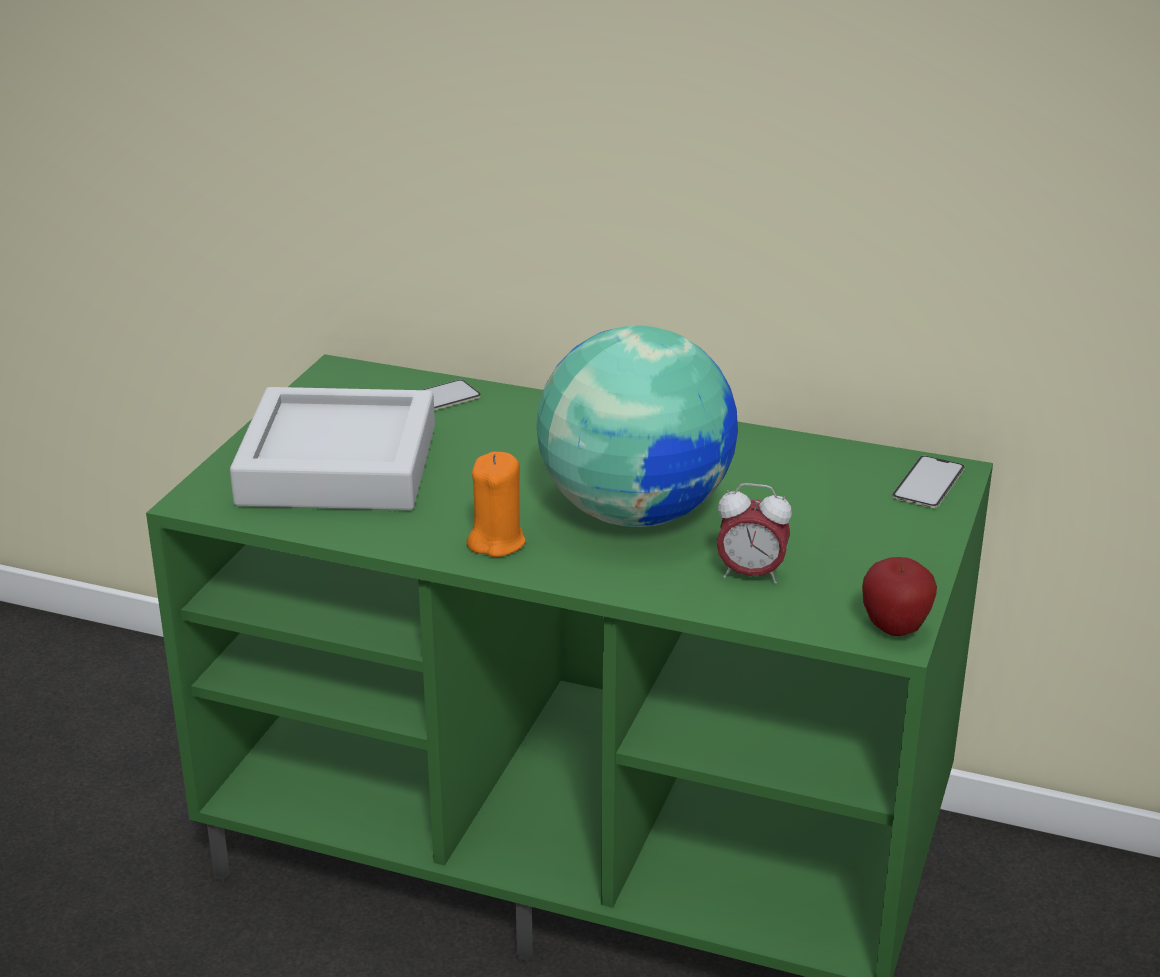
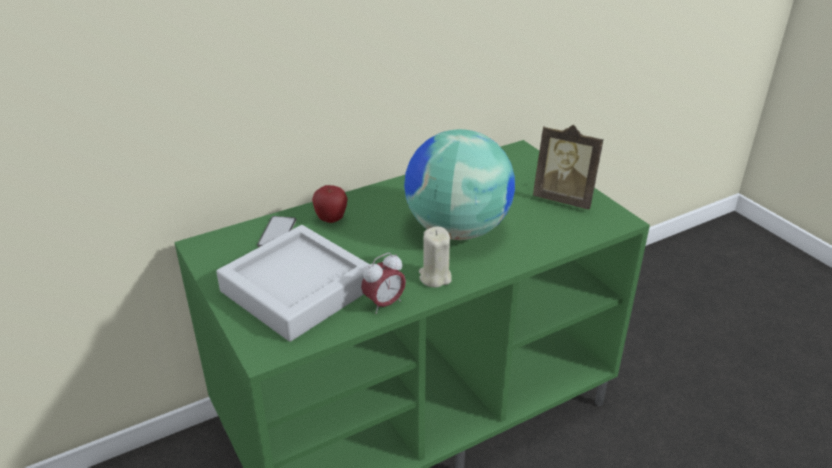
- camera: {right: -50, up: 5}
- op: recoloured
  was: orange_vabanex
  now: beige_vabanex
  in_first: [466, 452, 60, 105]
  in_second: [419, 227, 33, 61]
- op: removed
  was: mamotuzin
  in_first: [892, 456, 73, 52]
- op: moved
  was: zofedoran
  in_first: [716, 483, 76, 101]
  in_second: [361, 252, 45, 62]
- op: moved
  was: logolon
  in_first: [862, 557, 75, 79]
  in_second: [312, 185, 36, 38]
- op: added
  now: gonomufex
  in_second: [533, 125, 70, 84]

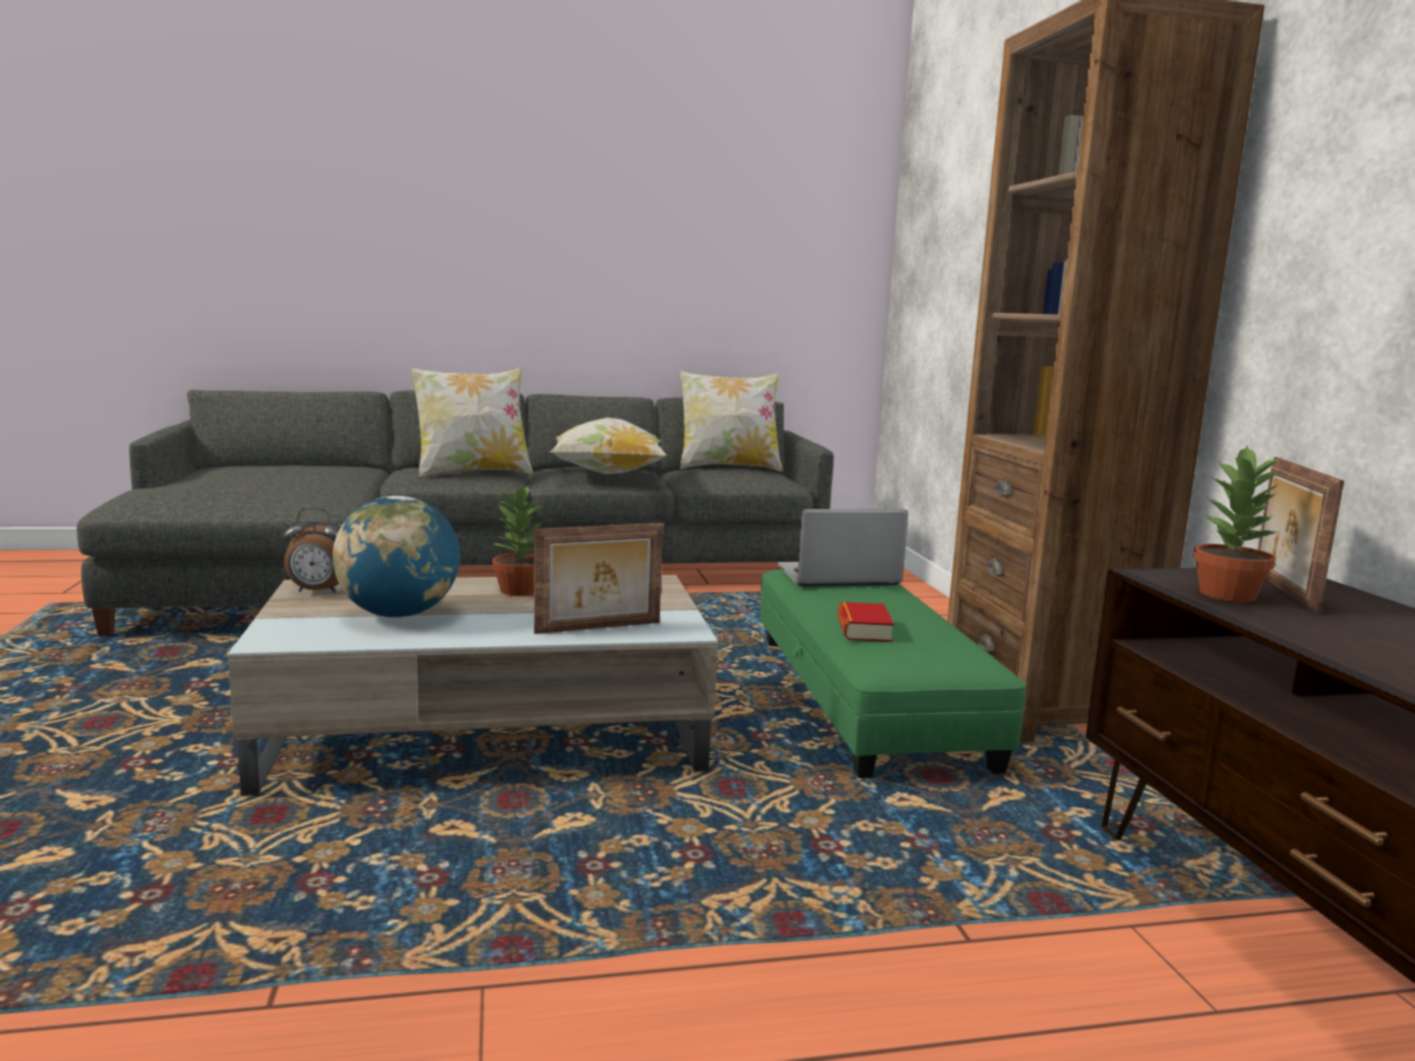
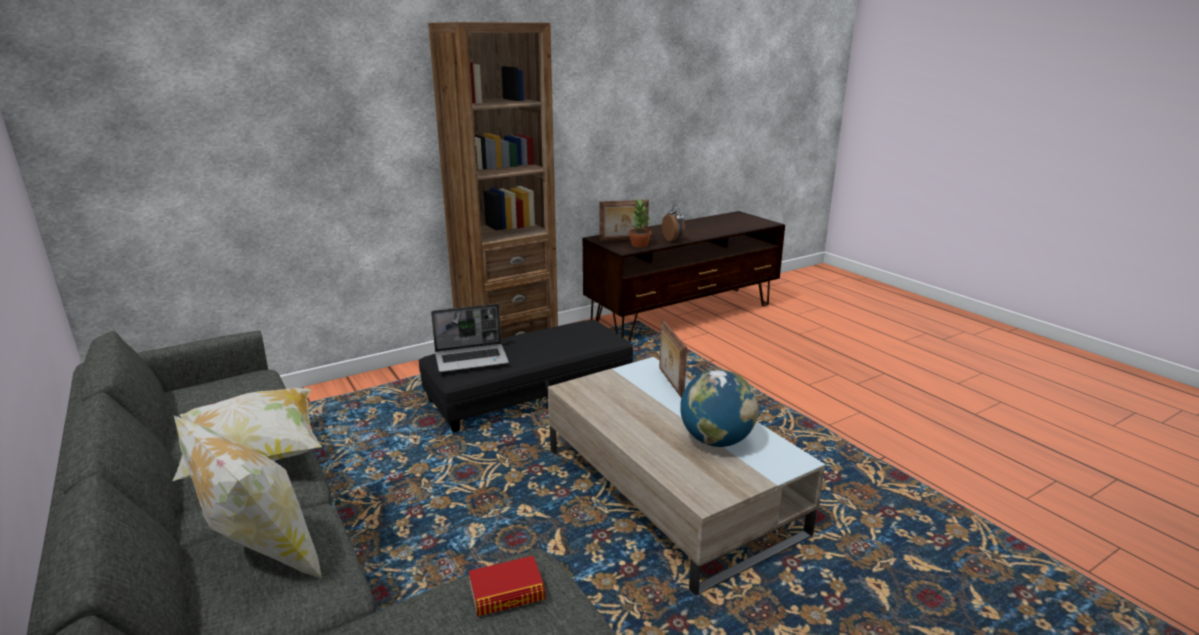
- camera: {right: -110, up: 10}
- op: removed
  was: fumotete
  in_first: [679, 371, 103, 100]
- op: removed
  was: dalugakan
  in_first: [491, 485, 53, 111]
- op: moved
  was: zofedoran
  in_first: [283, 507, 58, 86]
  in_second: [662, 205, 23, 36]
- op: turned
  was: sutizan
  in_first: [778, 509, 130, 78]
  in_second: [431, 304, 78, 68]
  clockwise: -75
- op: turned
  was: gonomufex
  in_first: [534, 523, 129, 111]
  in_second: [659, 319, 28, 79]
  clockwise: -150
- op: recoloured
  was: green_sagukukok
  now: black_sagukukok
  in_first: [760, 569, 266, 209]
  in_second: [419, 320, 214, 113]
- op: moved
  was: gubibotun
  in_first: [838, 602, 56, 40]
  in_second: [469, 556, 76, 61]

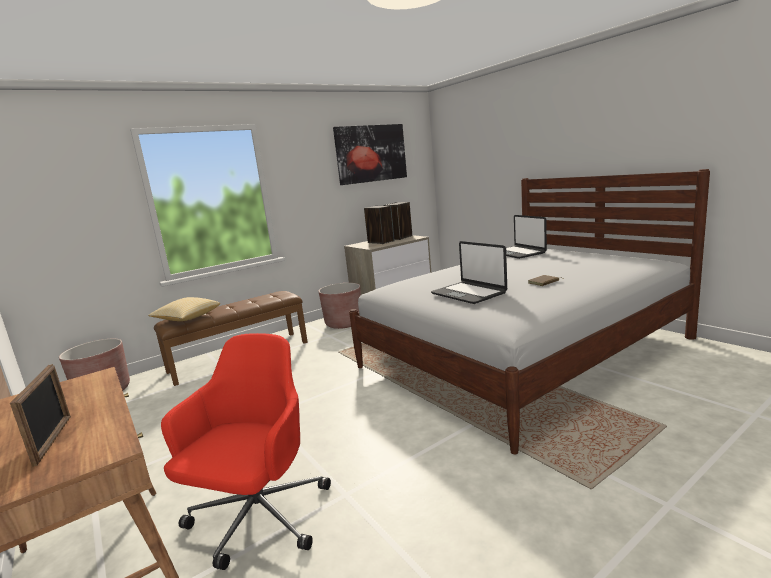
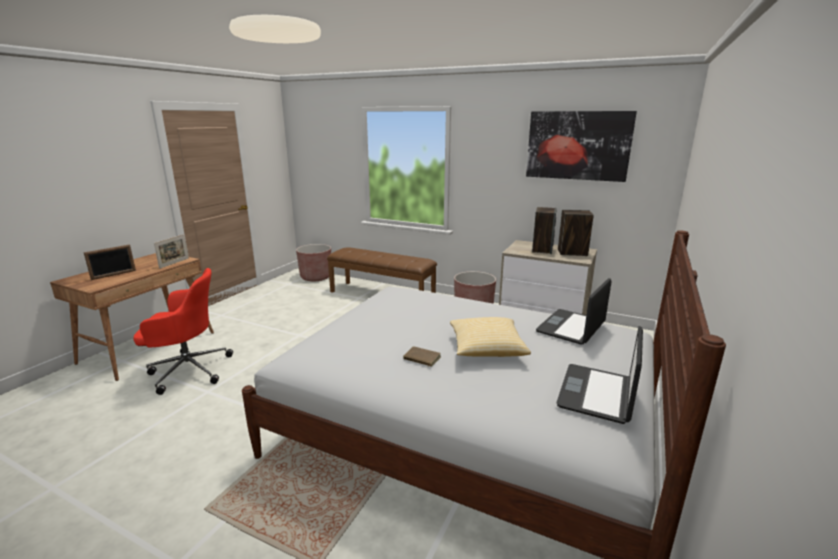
- camera: {right: 60, up: 5}
- op: moved
  was: sutizan
  in_first: [431, 241, 76, 63]
  in_second: [556, 326, 87, 98]
- op: moved
  was: fumotete
  in_first: [148, 297, 72, 24]
  in_second: [450, 317, 81, 40]
- op: added
  now: gonomufex
  in_second: [154, 234, 35, 35]

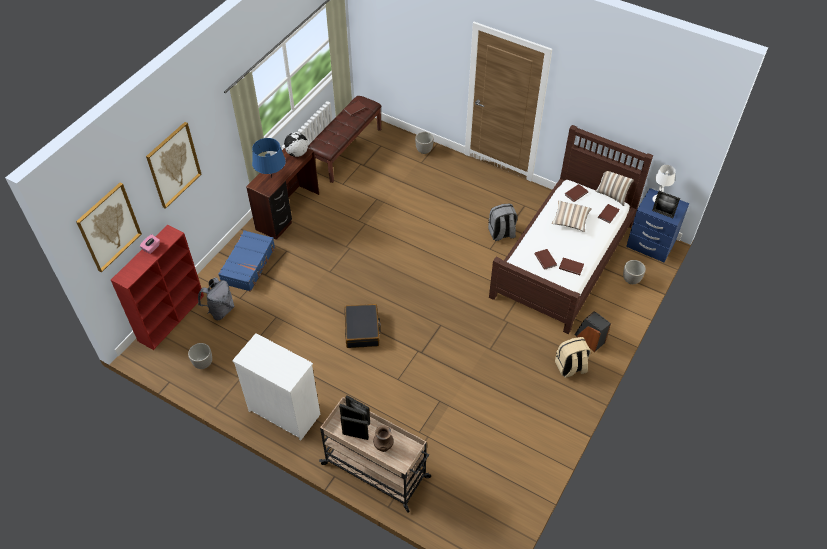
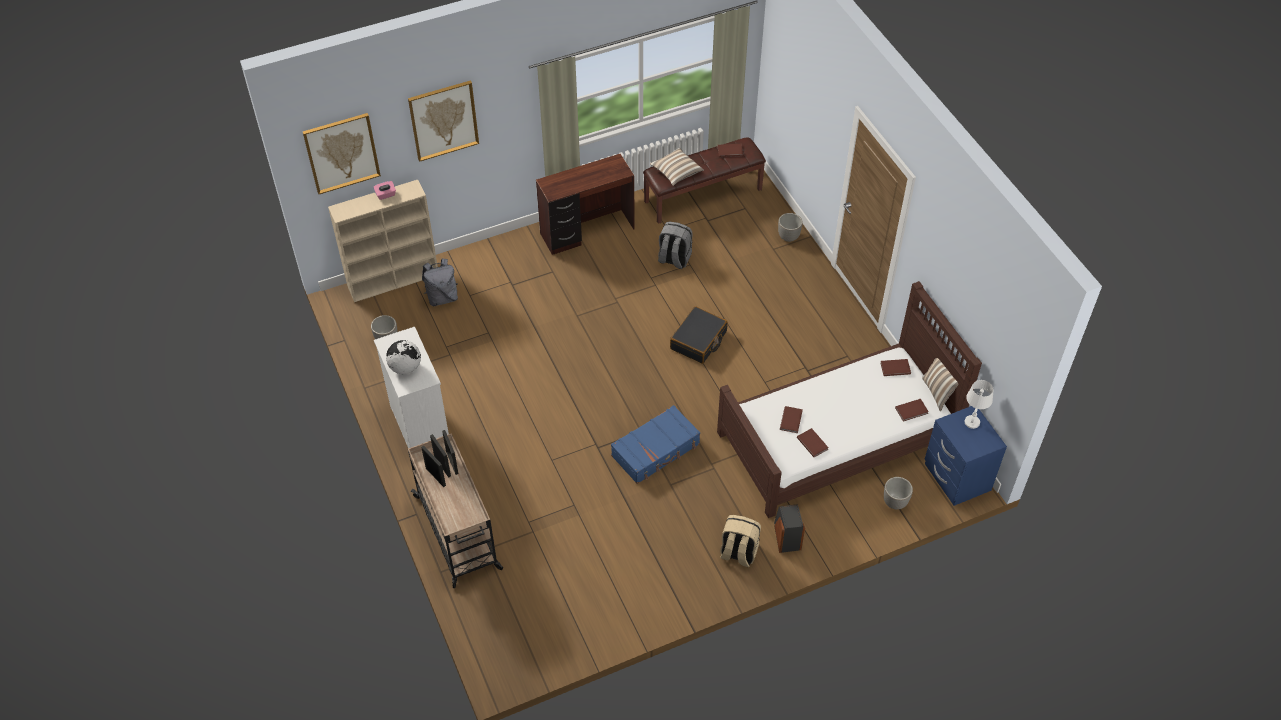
- camera: {right: 35, up: 0}
- op: moved
  was: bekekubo
  in_first: [284, 132, 24, 25]
  in_second: [386, 340, 35, 34]
- op: removed
  was: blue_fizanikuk
  in_first: [252, 138, 34, 40]
- op: removed
  was: gonomufex
  in_first: [652, 191, 28, 27]
- op: moved
  was: fumotete
  in_first: [552, 201, 40, 31]
  in_second: [650, 148, 54, 38]
- op: moved
  was: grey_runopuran
  in_first: [488, 203, 30, 38]
  in_second: [658, 222, 35, 47]
- op: recoloured
  was: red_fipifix
  now: beige_fipifix
  in_first: [111, 225, 93, 125]
  in_second: [328, 180, 110, 122]
- op: moved
  was: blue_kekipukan
  in_first: [218, 230, 57, 62]
  in_second: [611, 405, 89, 79]
- op: moved
  was: black_kekipukan
  in_first: [344, 304, 37, 44]
  in_second: [670, 306, 58, 58]
- op: removed
  was: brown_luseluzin
  in_first: [373, 425, 21, 27]

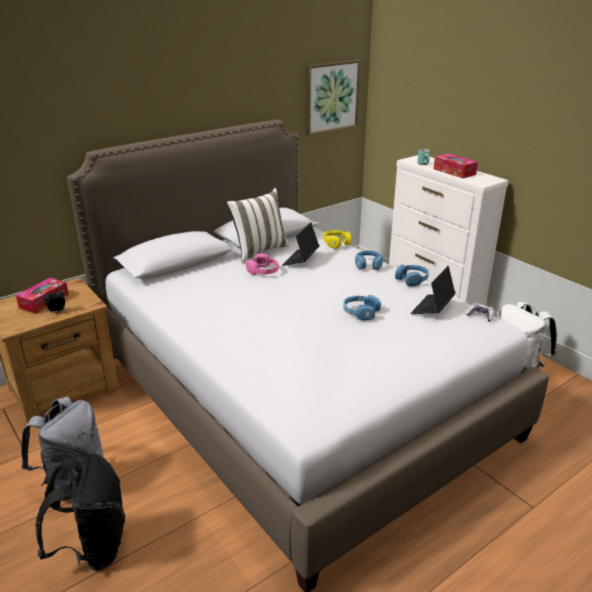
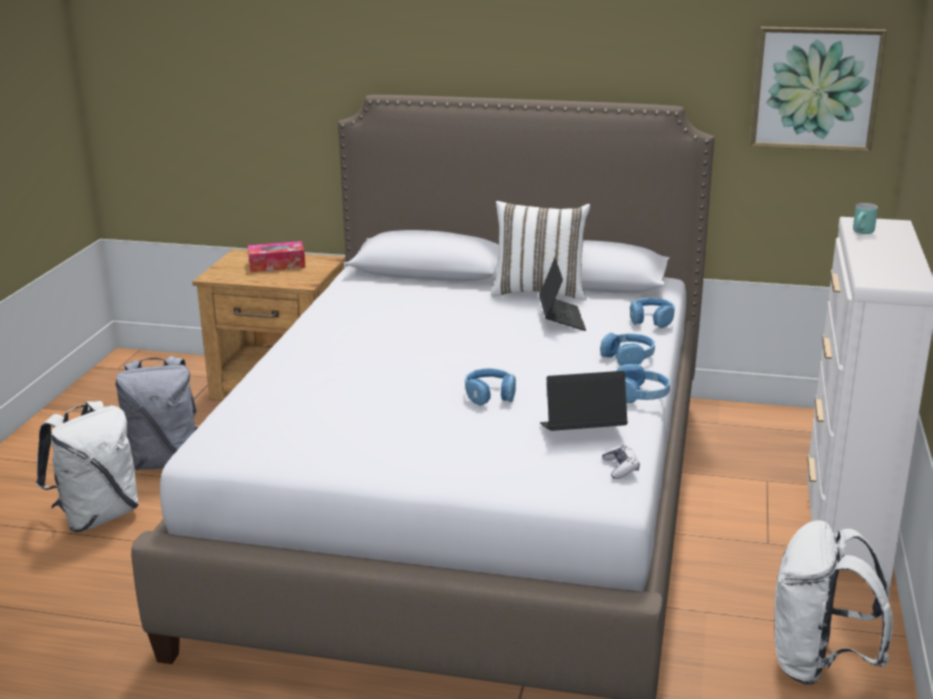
- camera: {right: 50, up: -5}
- op: removed
  was: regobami
  in_first: [434, 154, 44, 24]
- op: turned
  was: sutizan
  in_first: [282, 222, 37, 44]
  in_second: [539, 258, 47, 73]
  clockwise: 105
- op: recoloured
  was: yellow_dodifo
  now: blue_dodifo
  in_first: [323, 230, 28, 19]
  in_second: [630, 298, 45, 30]
- op: removed
  was: pink_dodifo
  in_first: [246, 254, 33, 21]
- op: removed
  was: zofedoran
  in_first: [44, 289, 21, 24]
- op: recoloured
  was: black_runopuran
  now: white_runopuran
  in_first: [36, 454, 89, 117]
  in_second: [36, 401, 103, 131]

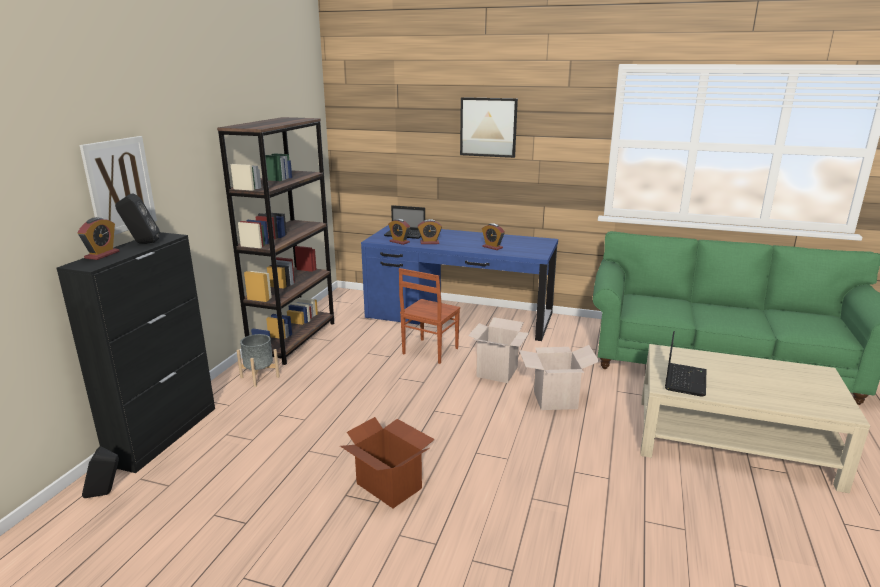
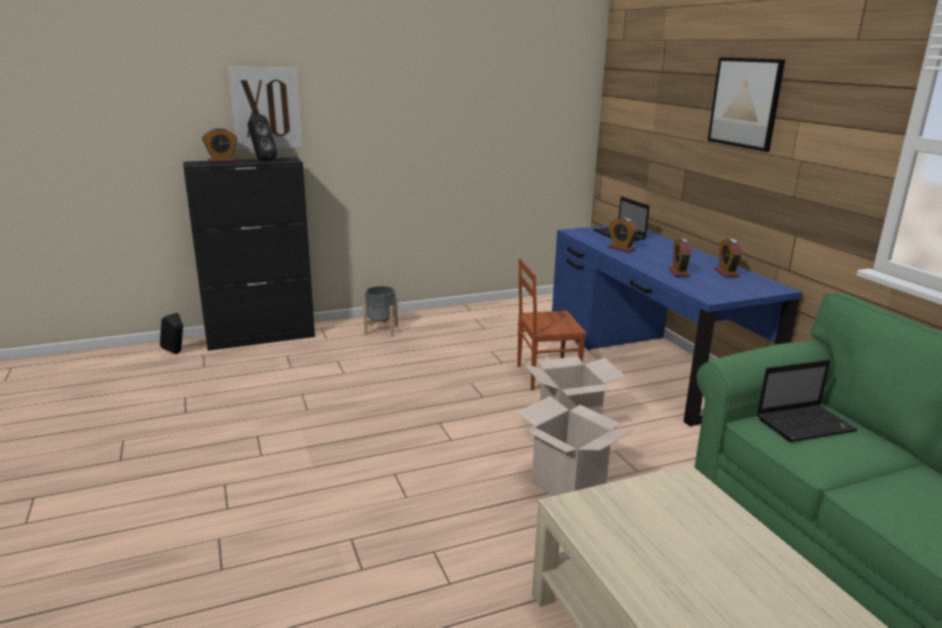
- camera: {right: 50, up: 0}
- op: removed
  was: brown_fipifix
  in_first: [217, 117, 117, 248]
- op: moved
  was: zofedoran
  in_first: [388, 219, 22, 26]
  in_second: [714, 239, 28, 38]
- op: moved
  was: sutizan
  in_first: [665, 331, 41, 66]
  in_second: [757, 360, 101, 82]
- op: removed
  was: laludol
  in_first: [340, 417, 95, 91]

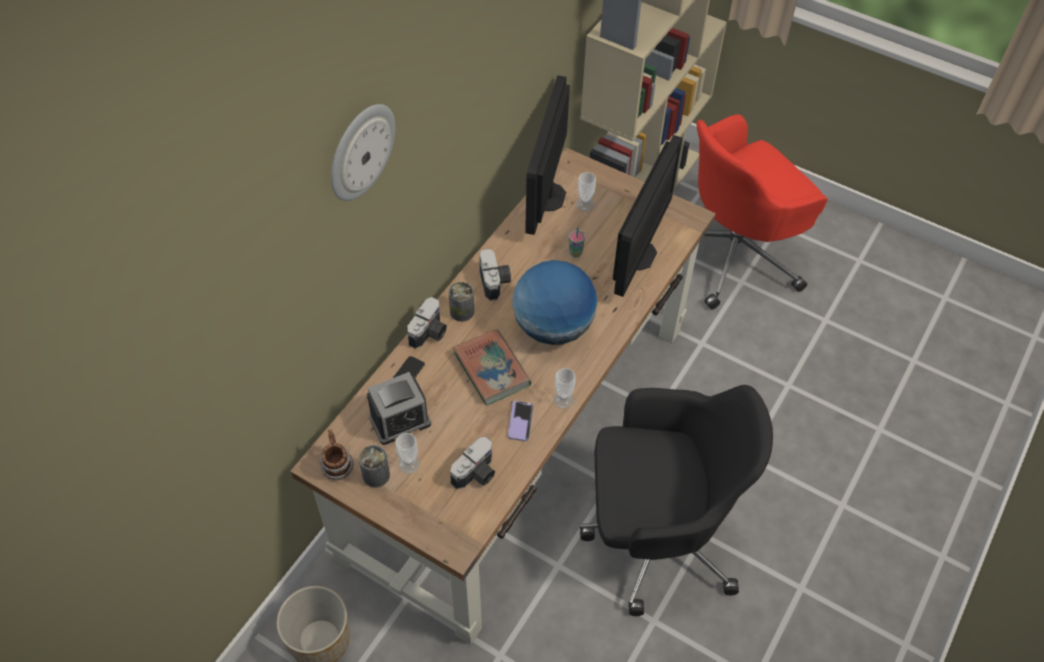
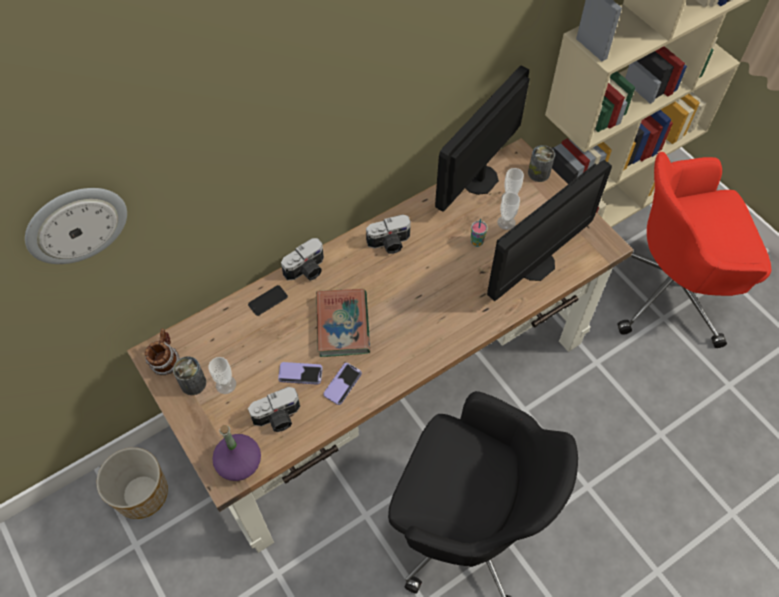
- camera: {right: 25, up: 5}
- op: moved
  was: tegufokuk
  in_first: [331, 104, 64, 97]
  in_second: [25, 188, 102, 76]
- op: turned
  was: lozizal
  in_first: [479, 249, 32, 52]
  in_second: [366, 214, 45, 40]
  clockwise: 60
- op: removed
  was: bekekubo
  in_first: [512, 260, 85, 85]
- op: moved
  was: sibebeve
  in_first: [449, 282, 25, 40]
  in_second: [528, 145, 27, 37]
- op: moved
  was: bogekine
  in_first: [553, 368, 23, 41]
  in_second: [497, 192, 23, 38]
- op: removed
  was: zofedoran
  in_first: [367, 372, 64, 73]
- op: added
  now: mamotuzin
  in_second: [278, 362, 45, 23]
- op: added
  now: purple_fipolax
  in_second: [212, 425, 49, 56]

